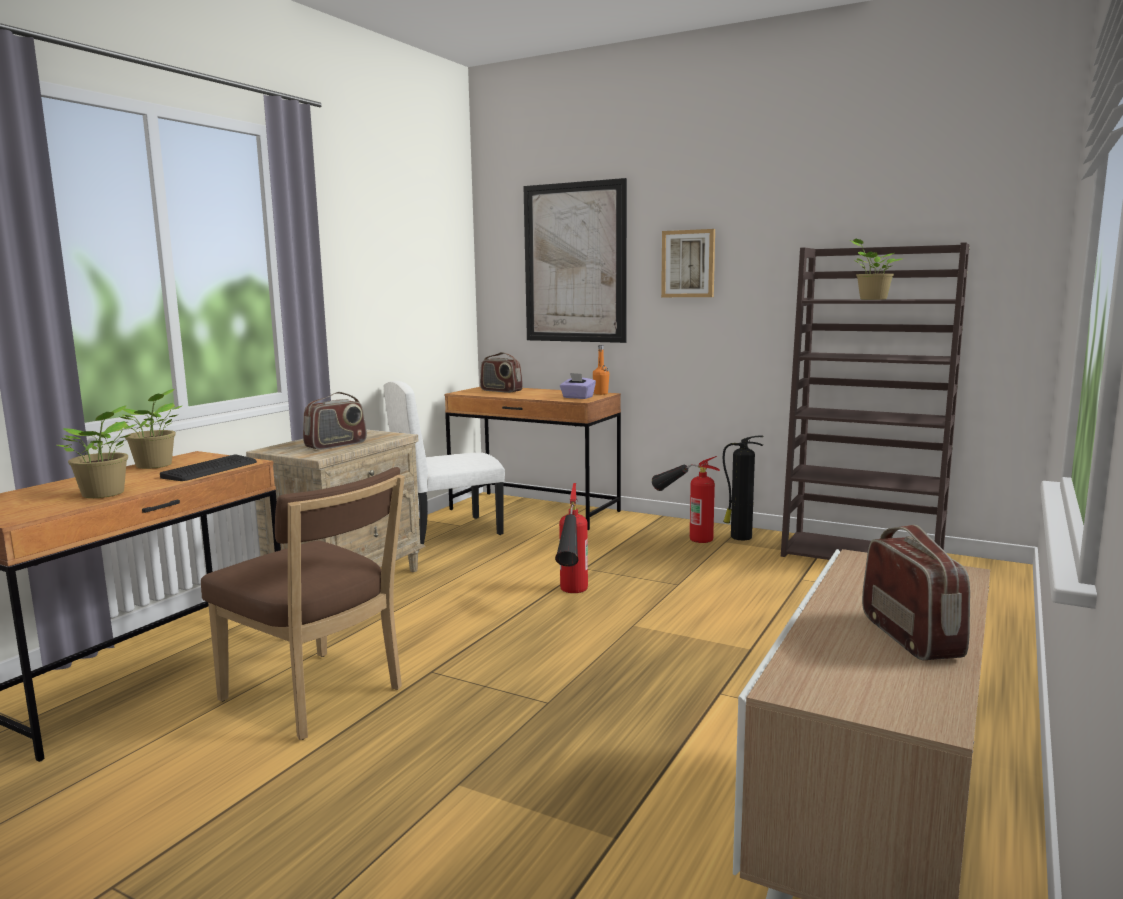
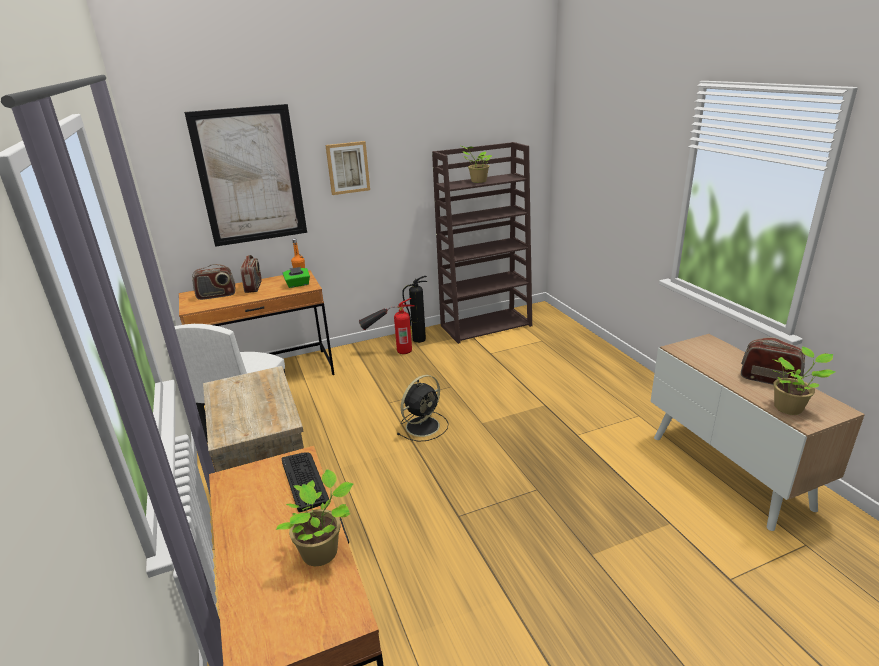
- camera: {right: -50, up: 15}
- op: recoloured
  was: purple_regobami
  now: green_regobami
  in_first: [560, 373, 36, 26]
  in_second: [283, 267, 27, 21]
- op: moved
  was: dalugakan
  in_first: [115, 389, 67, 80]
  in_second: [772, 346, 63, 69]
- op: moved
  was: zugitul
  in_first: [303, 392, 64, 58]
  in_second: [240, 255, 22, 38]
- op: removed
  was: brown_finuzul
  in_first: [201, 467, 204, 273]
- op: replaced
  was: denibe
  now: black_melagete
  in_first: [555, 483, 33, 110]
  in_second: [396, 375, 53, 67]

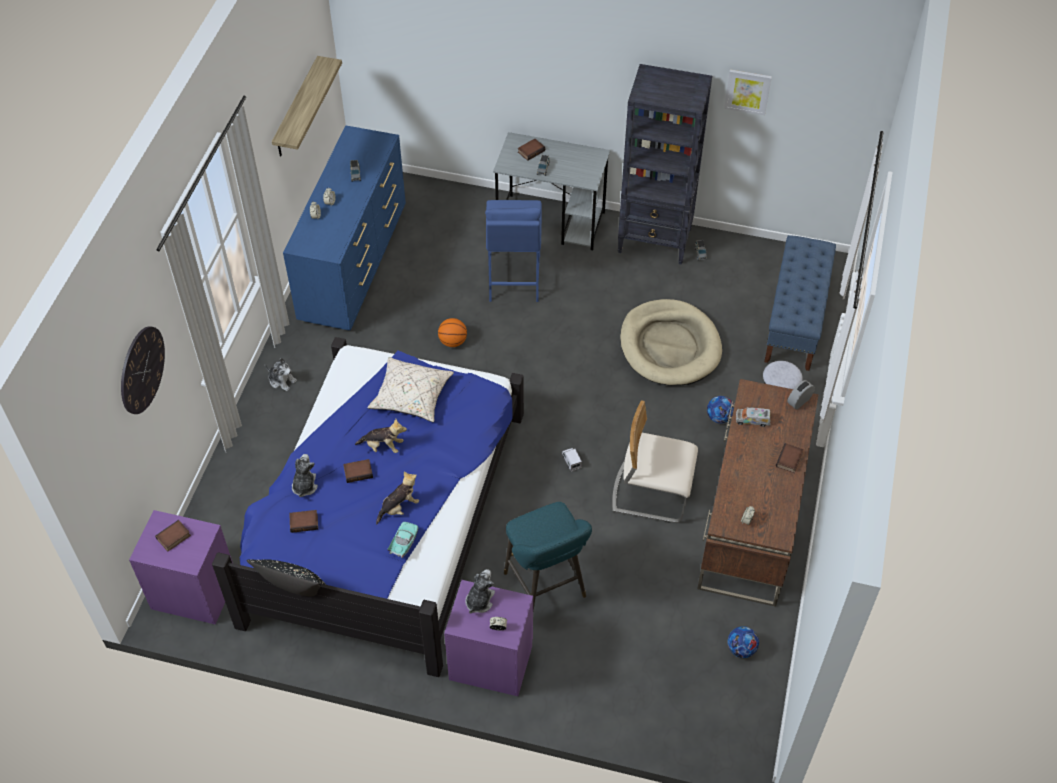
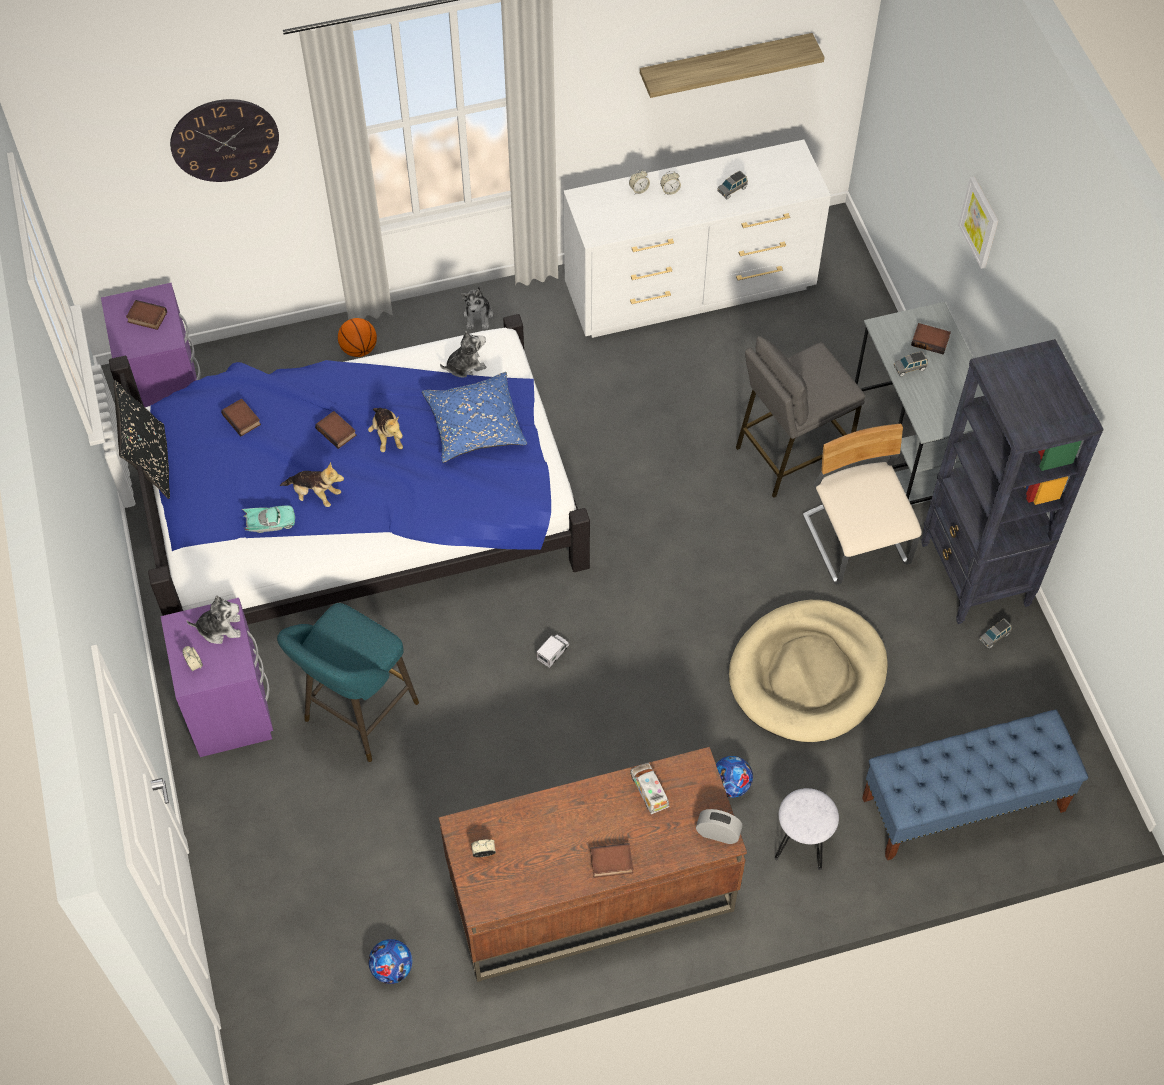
- camera: {right: 60, up: 5}
- op: moved
  was: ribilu
  in_first: [724, 69, 48, 46]
  in_second: [958, 176, 40, 93]
- op: recoloured
  was: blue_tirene
  now: white_tirene
  in_first: [283, 125, 123, 206]
  in_second: [563, 140, 268, 198]
- op: recoloured
  was: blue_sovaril
  now: grey_sovaril
  in_first: [485, 200, 57, 102]
  in_second: [736, 336, 129, 162]
- op: moved
  was: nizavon
  in_first: [438, 318, 29, 29]
  in_second: [338, 318, 39, 39]
- op: recoloured
  was: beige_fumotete
  now: blue_fumotete
  in_first: [367, 357, 87, 65]
  in_second: [422, 372, 105, 91]
- op: moved
  was: beige_finuzul
  in_first: [612, 400, 86, 123]
  in_second: [803, 424, 119, 161]
- op: moved
  was: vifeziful
  in_first: [292, 454, 26, 44]
  in_second: [440, 331, 46, 46]

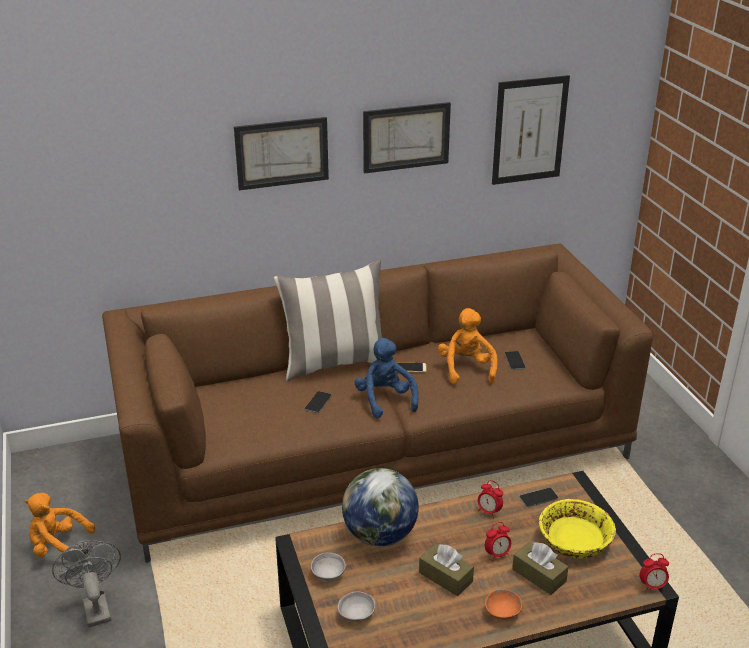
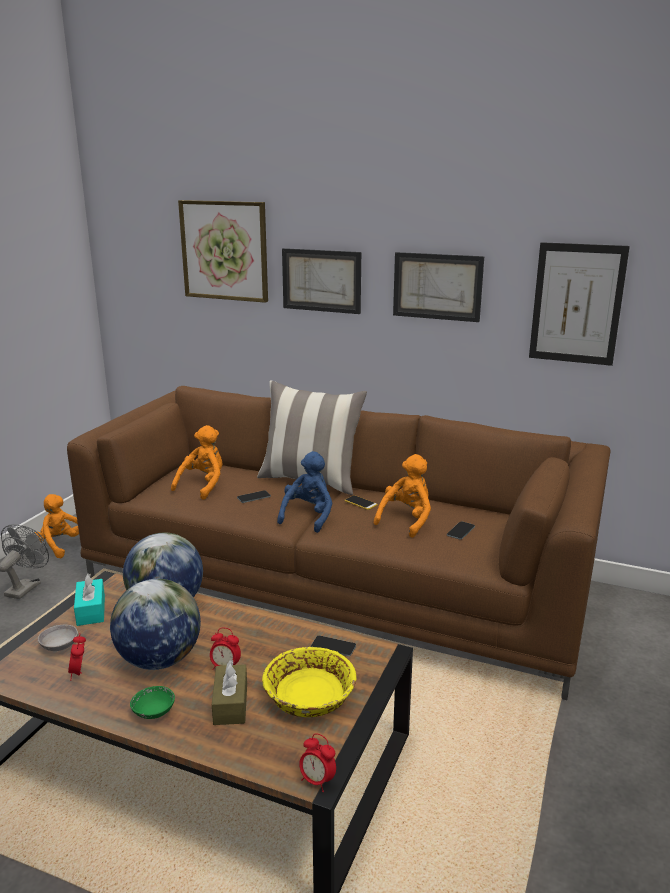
- camera: {right: 40, up: -10}
- op: moved
  was: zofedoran
  in_first: [478, 480, 25, 39]
  in_second: [68, 634, 18, 47]
- op: replaced
  was: brown_regobami
  now: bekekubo
  in_first: [419, 544, 55, 52]
  in_second: [110, 579, 91, 91]
- op: replaced
  was: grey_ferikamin
  now: turquoise_regobami
  in_first: [311, 553, 35, 28]
  in_second: [74, 574, 31, 52]
- op: recoloured
  was: orange_ferikamin
  now: green_ferikamin
  in_first: [485, 589, 37, 31]
  in_second: [130, 686, 45, 33]
- op: added
  now: ribilu
  in_second: [178, 200, 90, 103]
- op: added
  now: orange_vifeziful
  in_second: [171, 425, 51, 75]

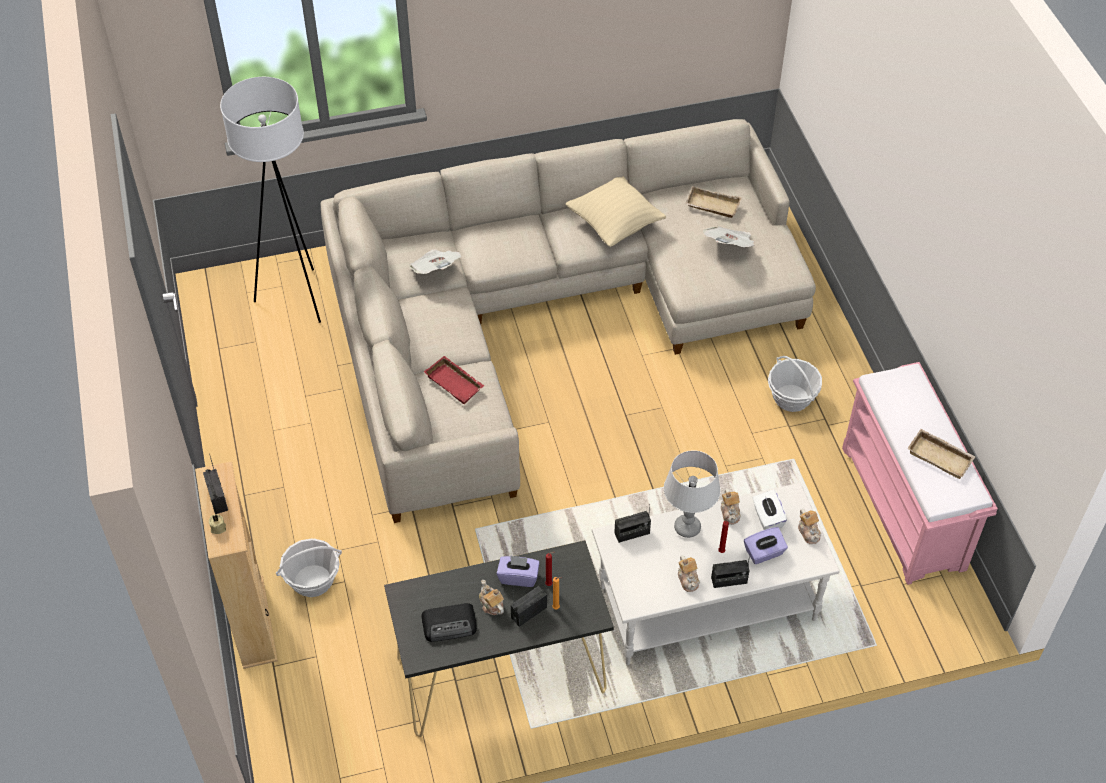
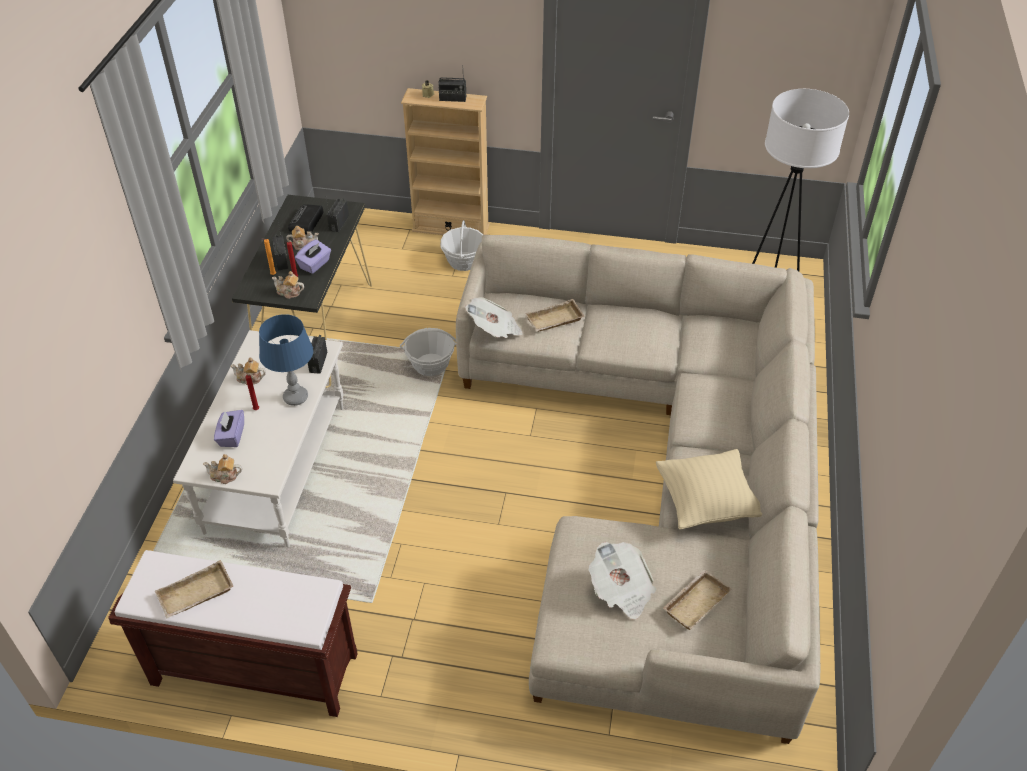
- camera: {right: 115, up: -5}
- op: moved
  was: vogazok
  in_first: [409, 249, 52, 25]
  in_second: [465, 297, 58, 41]
- op: recoloured
  was: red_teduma
  now: beige_teduma
  in_first: [424, 356, 60, 48]
  in_second: [525, 299, 59, 33]
- op: moved
  was: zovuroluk
  in_first: [768, 356, 54, 56]
  in_second: [400, 328, 56, 48]
- op: recoloured
  was: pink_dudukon
  now: brown_dudukon
  in_first: [842, 362, 156, 223]
  in_second: [108, 550, 250, 167]
- op: recoloured
  was: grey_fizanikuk
  now: blue_fizanikuk
  in_first: [664, 450, 57, 88]
  in_second: [259, 314, 55, 92]
- op: moved
  was: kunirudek
  in_first: [721, 489, 20, 36]
  in_second: [272, 271, 32, 28]
- op: removed
  was: white_regobami
  in_first: [753, 489, 34, 41]
- op: moved
  was: zugitul
  in_first: [711, 556, 39, 32]
  in_second: [326, 197, 23, 35]

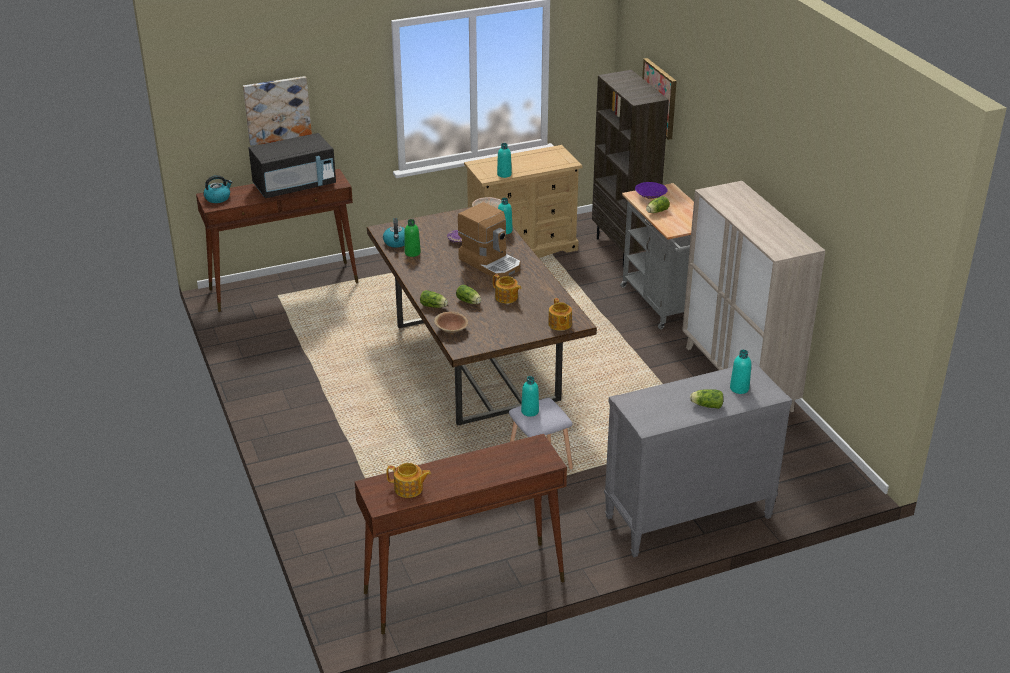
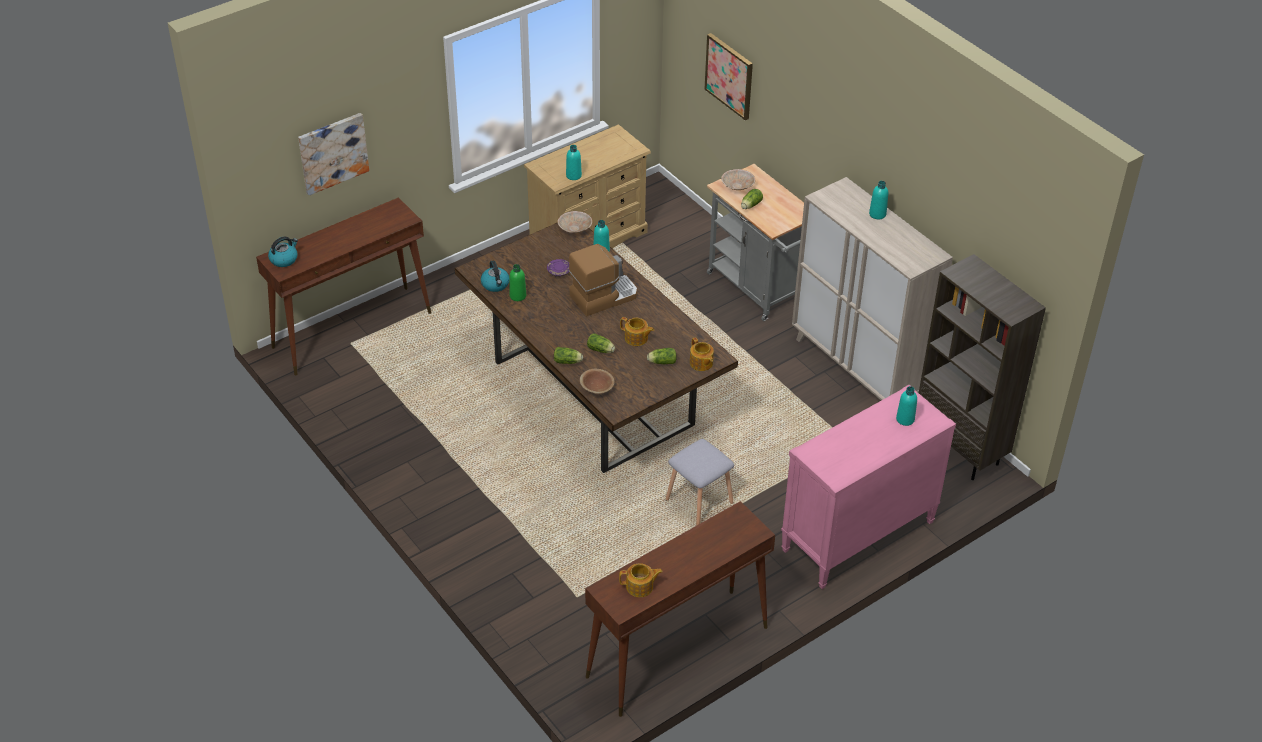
- camera: {right: -15, up: 10}
- op: moved
  was: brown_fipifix
  in_first: [592, 70, 77, 197]
  in_second: [919, 254, 127, 226]
- op: removed
  was: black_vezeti
  in_first: [249, 133, 87, 65]
- op: recoloured
  was: purple_ferikamin
  now: beige_ferikamin
  in_first: [635, 182, 33, 17]
  in_second: [721, 169, 34, 21]
- op: turned
  was: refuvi
  in_first: [458, 202, 62, 77]
  in_second: [569, 244, 68, 72]
  clockwise: -60
- op: recoloured
  was: grey_tirene
  now: pink_tirene
  in_first: [604, 361, 188, 196]
  in_second: [781, 385, 175, 204]
- op: moved
  was: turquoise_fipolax
  in_first: [521, 376, 18, 41]
  in_second: [869, 181, 19, 38]
- op: moved
  was: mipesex
  in_first: [690, 390, 34, 19]
  in_second: [647, 348, 30, 16]

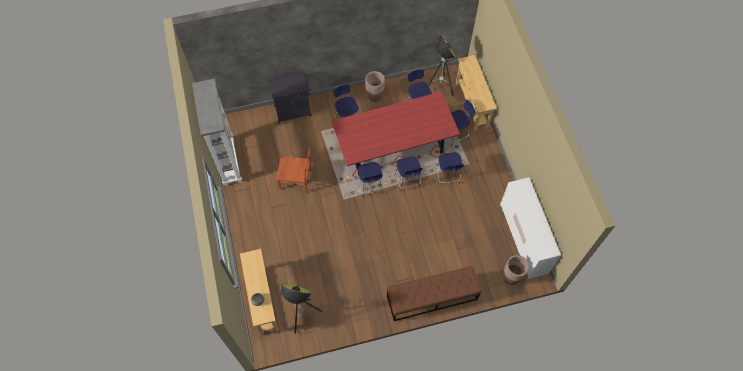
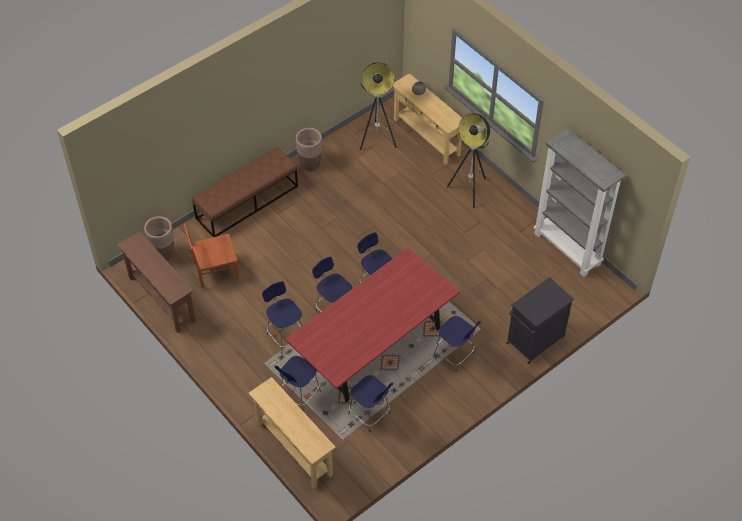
- camera: {right: 155, up: -10}
- op: moved
  was: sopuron
  in_first: [428, 35, 27, 61]
  in_second: [447, 113, 43, 95]
- op: moved
  was: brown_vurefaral
  in_first: [365, 71, 20, 31]
  in_second: [296, 128, 26, 44]
- op: moved
  was: brown_finuzul
  in_first: [276, 148, 36, 45]
  in_second: [184, 224, 55, 65]
- op: replaced
  was: white_tirene
  now: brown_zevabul
  in_first: [500, 177, 61, 102]
  in_second: [117, 231, 79, 102]

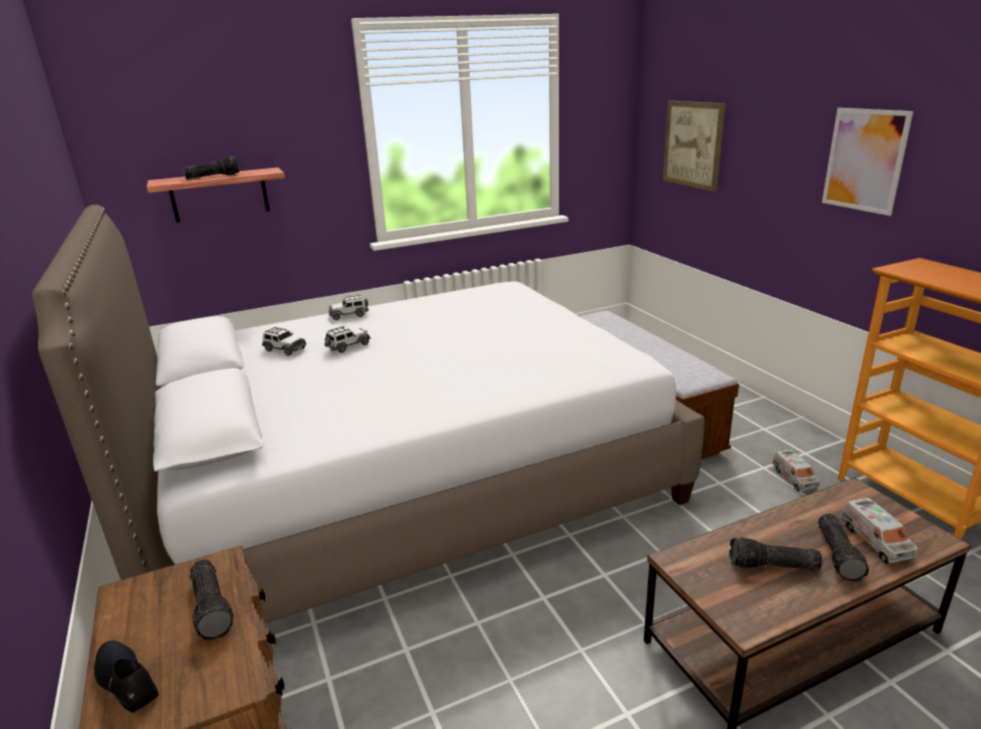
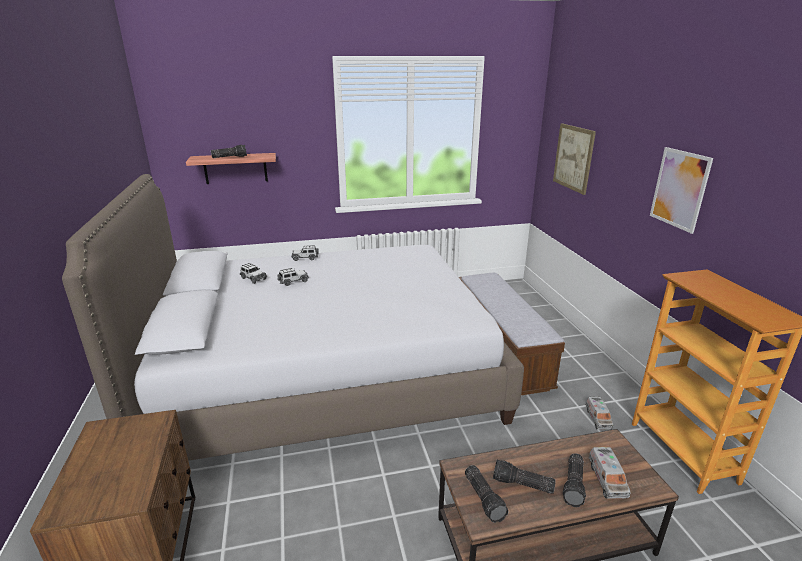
- camera: {right: 10, up: 0}
- op: moved
  was: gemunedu
  in_first: [190, 560, 43, 81]
  in_second: [465, 465, 43, 58]
- op: removed
  was: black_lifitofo
  in_first: [94, 640, 65, 73]

